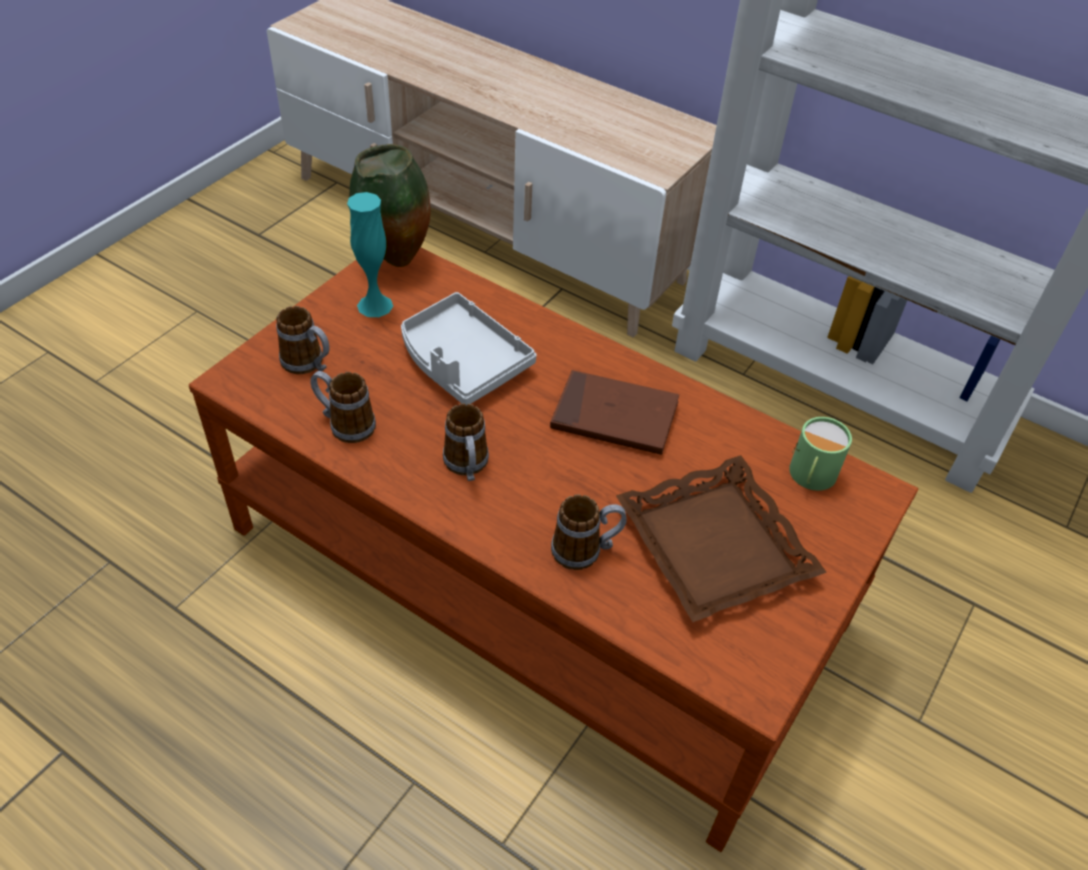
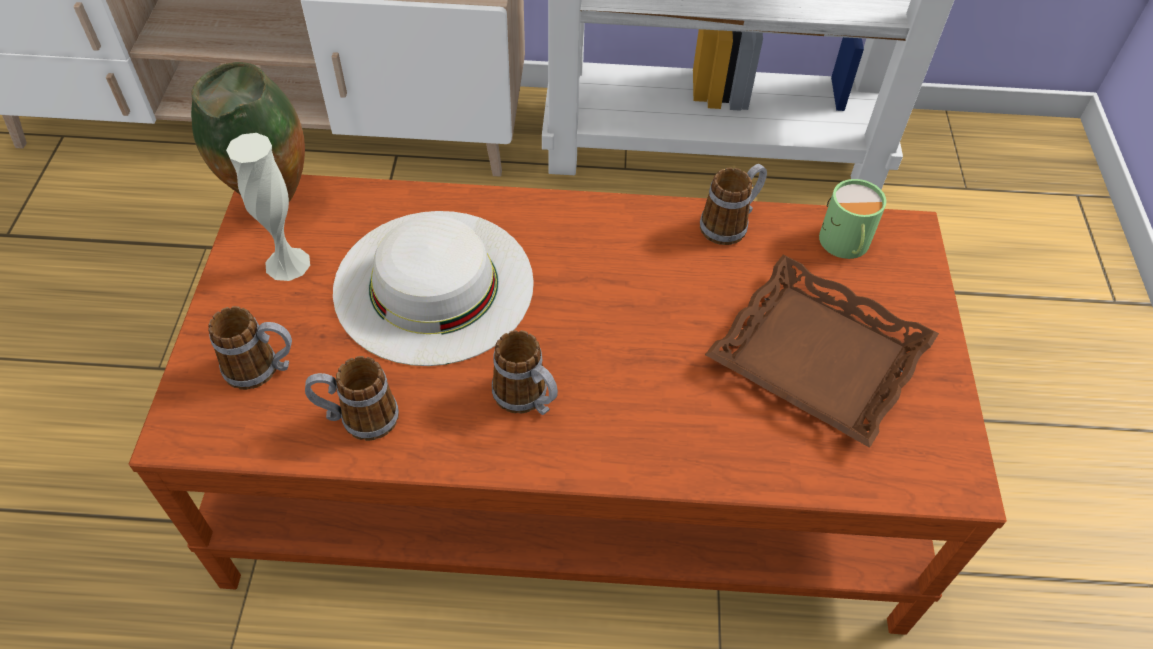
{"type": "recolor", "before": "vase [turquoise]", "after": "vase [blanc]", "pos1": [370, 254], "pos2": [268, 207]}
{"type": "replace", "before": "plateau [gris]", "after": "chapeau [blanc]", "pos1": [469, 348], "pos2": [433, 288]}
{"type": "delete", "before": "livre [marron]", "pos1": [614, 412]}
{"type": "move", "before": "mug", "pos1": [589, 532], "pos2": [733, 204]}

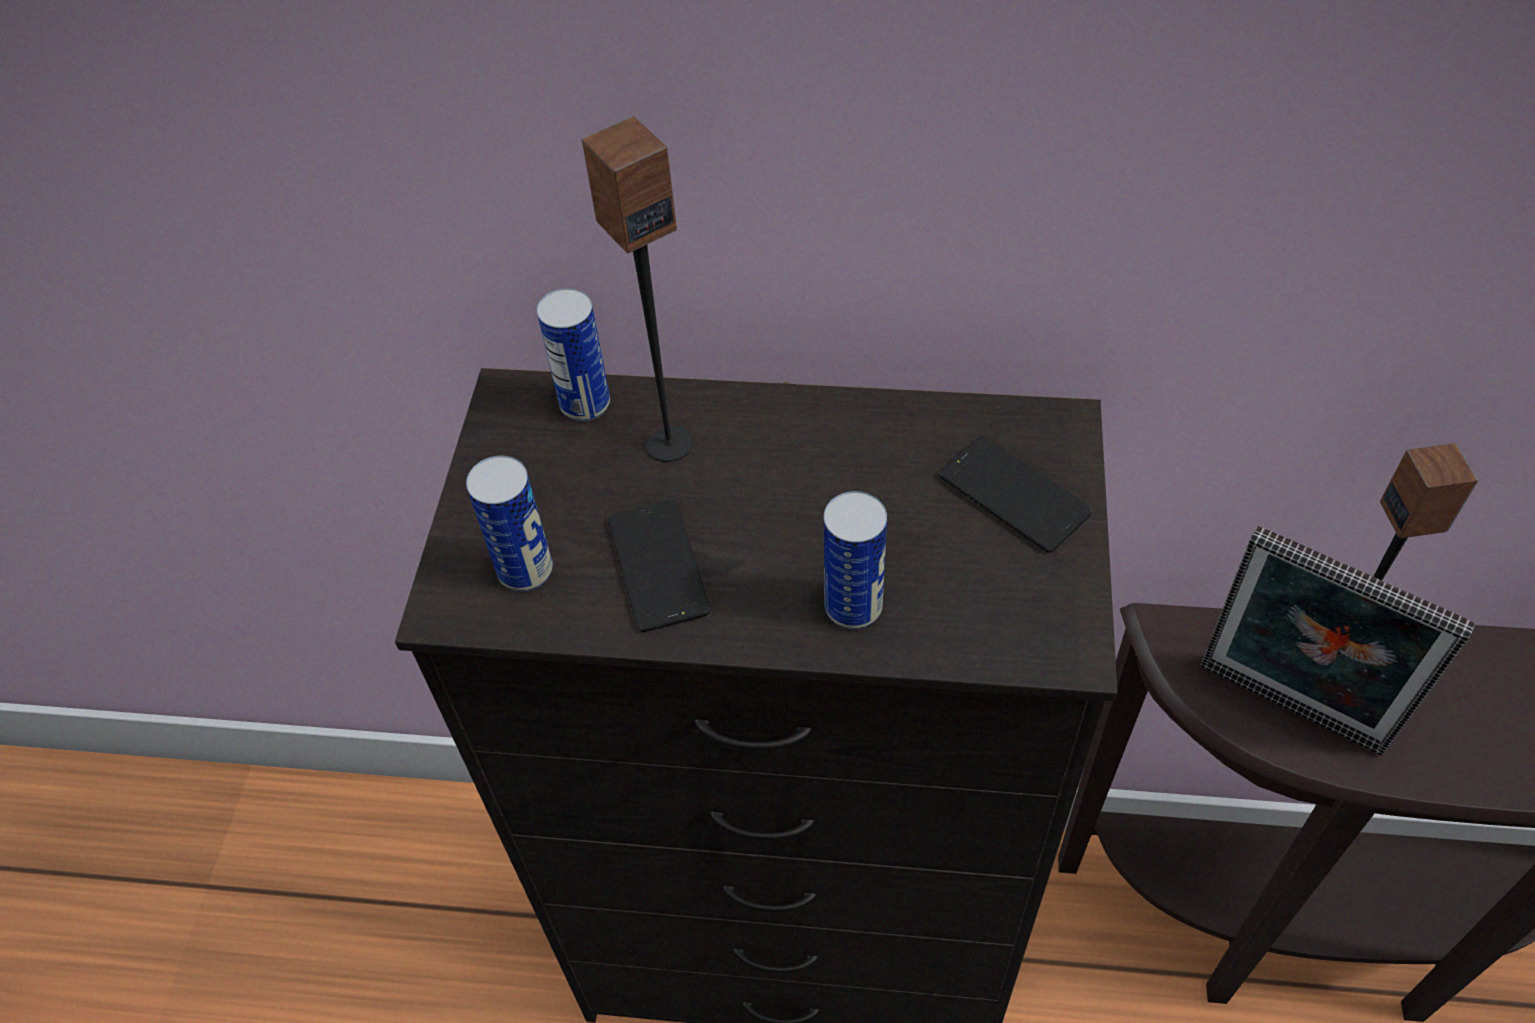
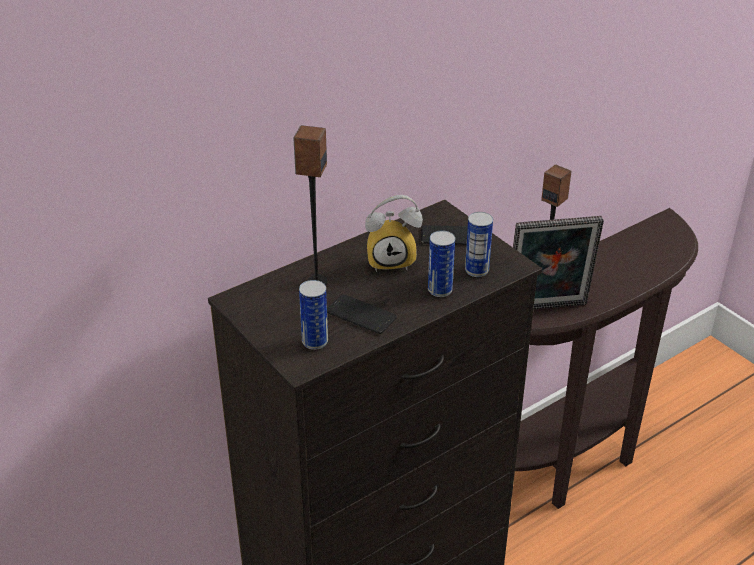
{"type": "move", "before": "boîte métallique", "pos1": [573, 354], "pos2": [479, 244]}
{"type": "insert", "after": "réveil", "pos2": [394, 233]}

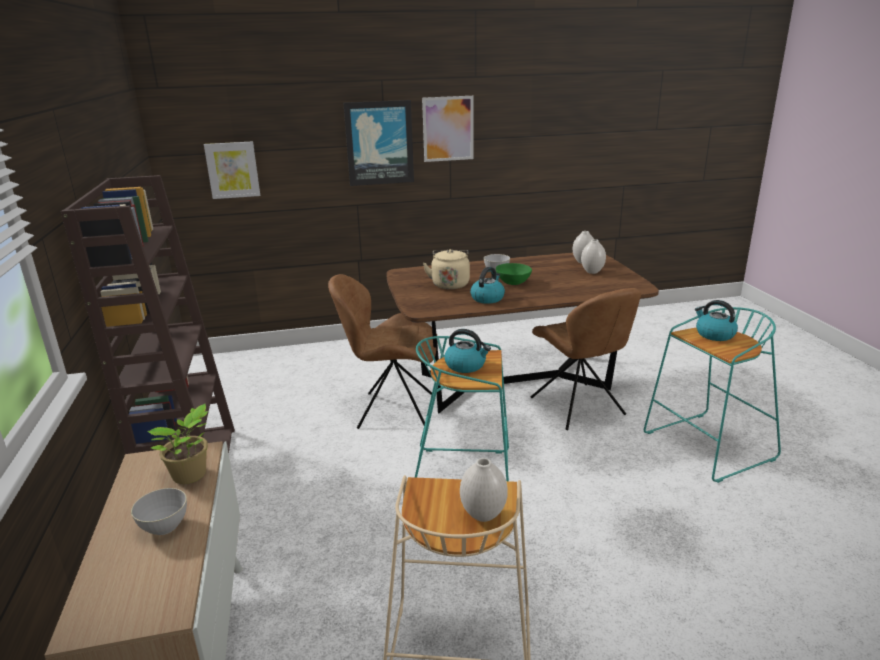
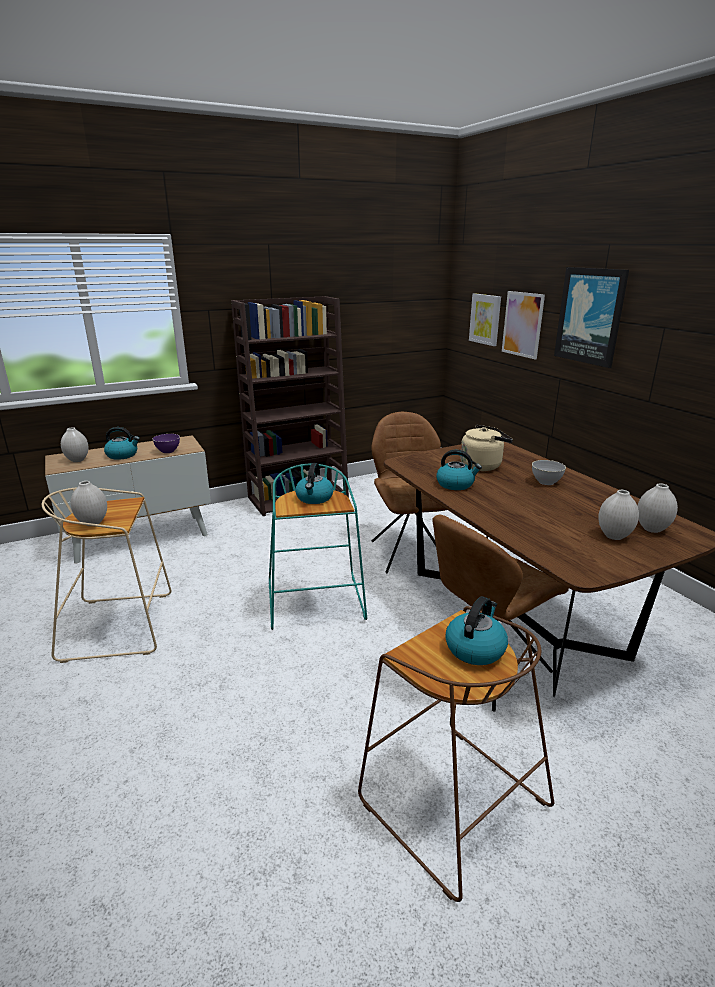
{"type": "move", "before": "tableau", "pos1": [447, 129], "pos2": [523, 325]}
{"type": "delete", "before": "bol [vert]", "pos1": [514, 274]}
{"type": "recolor", "before": "tabouret [turquoise]", "after": "tabouret [marron]", "pos1": [712, 395], "pos2": [456, 754]}
{"type": "replace", "before": "plante en pot", "after": "bol [violet]", "pos1": [178, 444], "pos2": [166, 443]}
{"type": "replace", "before": "bol [gris]", "after": "bouilloire", "pos1": [159, 511], "pos2": [122, 443]}
{"type": "insert", "after": "vase [blanc]", "pos2": [75, 444]}

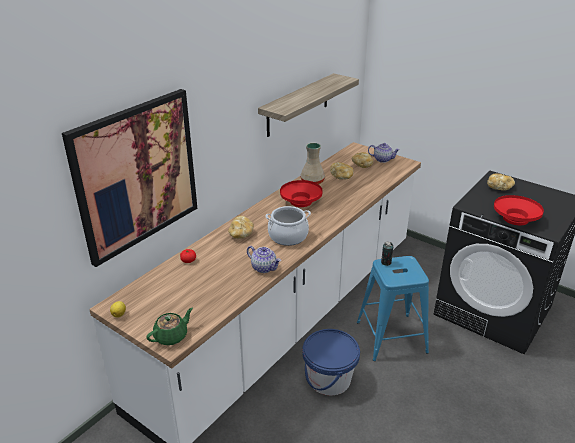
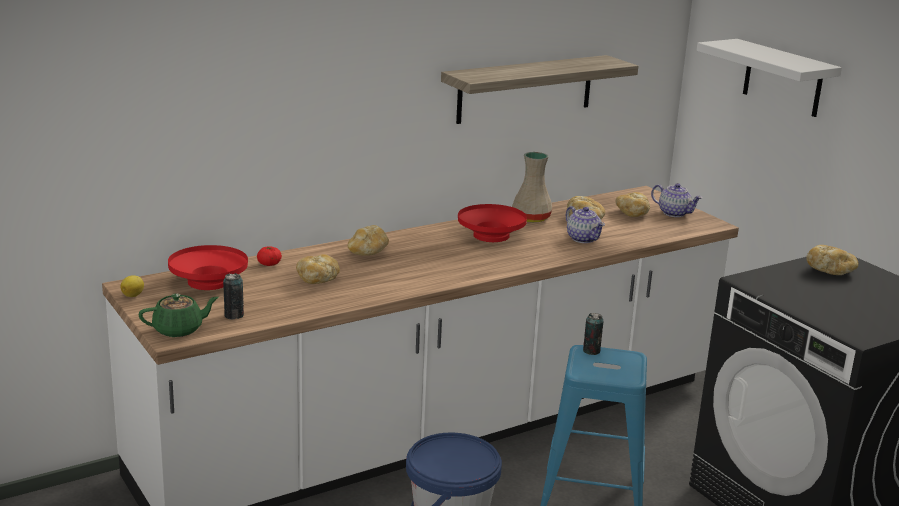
{"type": "delete", "before": "tableau", "pos1": [129, 178]}
{"type": "move", "before": "bol [rouge]", "pos1": [519, 210], "pos2": [208, 267]}
{"type": "delete", "before": "marmite", "pos1": [288, 226]}
{"type": "move", "before": "théière", "pos1": [264, 259], "pos2": [585, 224]}
{"type": "insert", "after": "étagère [blanc]", "pos2": [769, 78]}
{"type": "insert", "after": "pain", "pos2": [318, 269]}
{"type": "insert", "after": "boîte métallique", "pos2": [233, 296]}

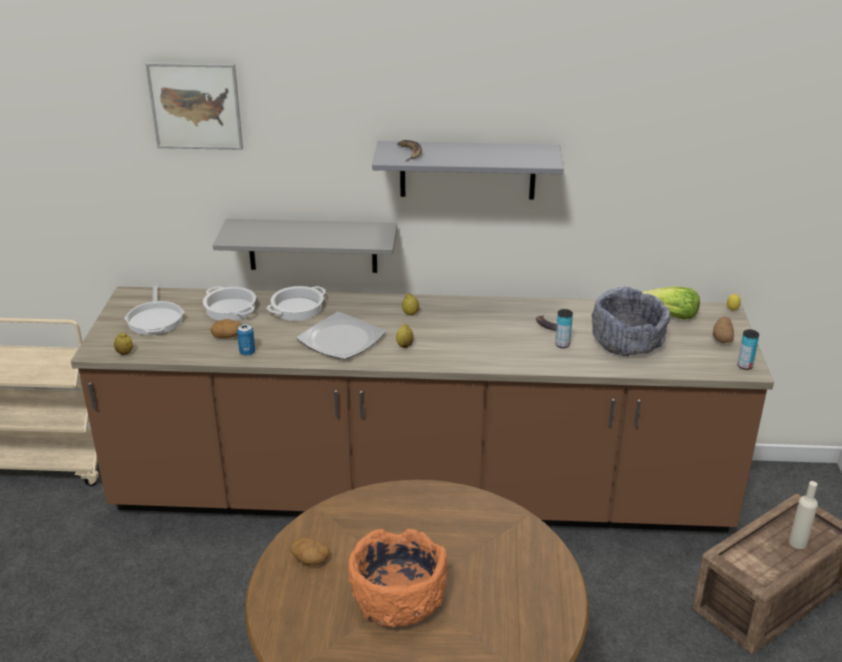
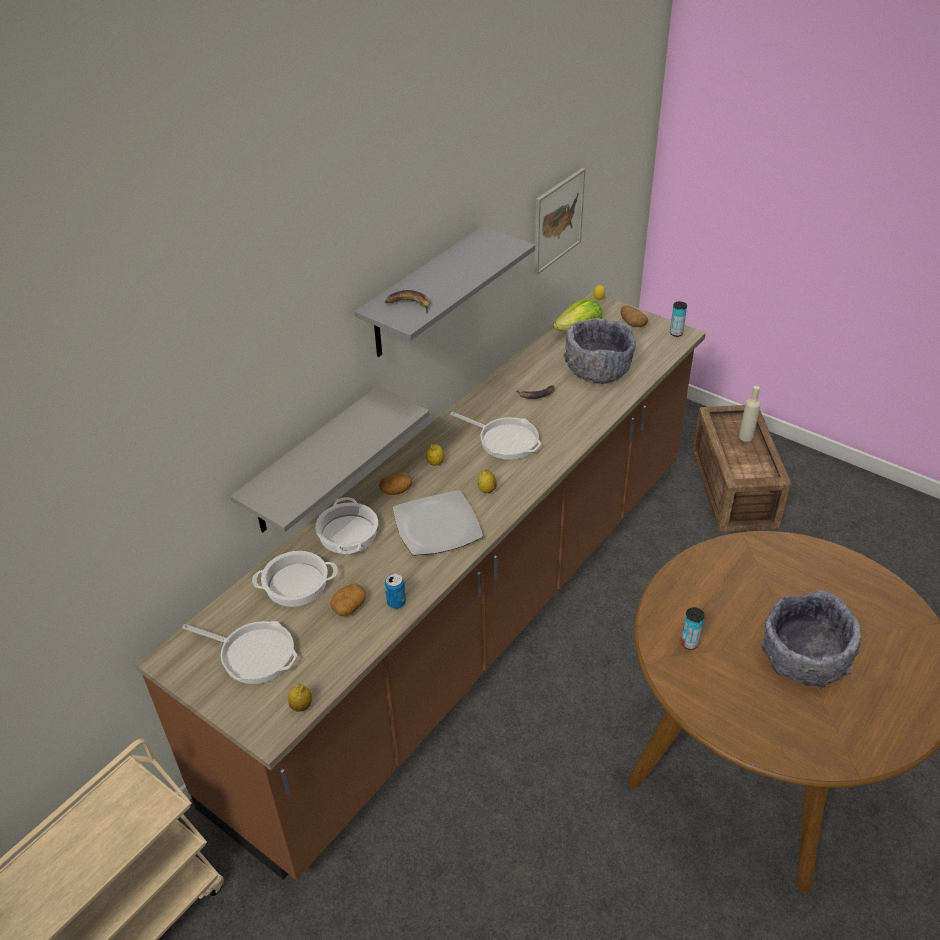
{"type": "move", "before": "tableau", "pos1": [194, 106], "pos2": [559, 221]}
{"type": "move", "before": "boîte métallique", "pos1": [564, 328], "pos2": [693, 628]}
{"type": "recolor", "before": "bol [orange]", "after": "bol [gris]", "pos1": [397, 578], "pos2": [810, 640]}
{"type": "move", "before": "pomme de terre", "pos1": [310, 551], "pos2": [395, 483]}
{"type": "insert", "after": "poêle", "pos2": [495, 436]}

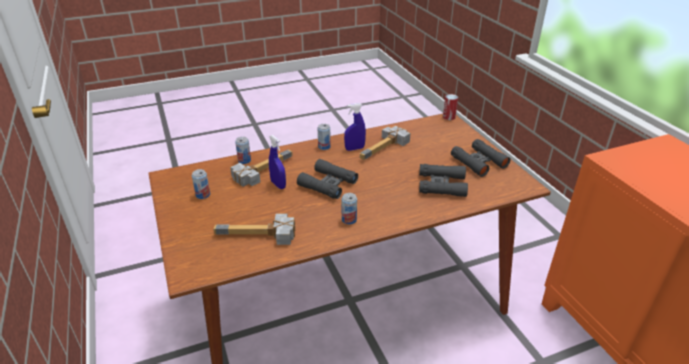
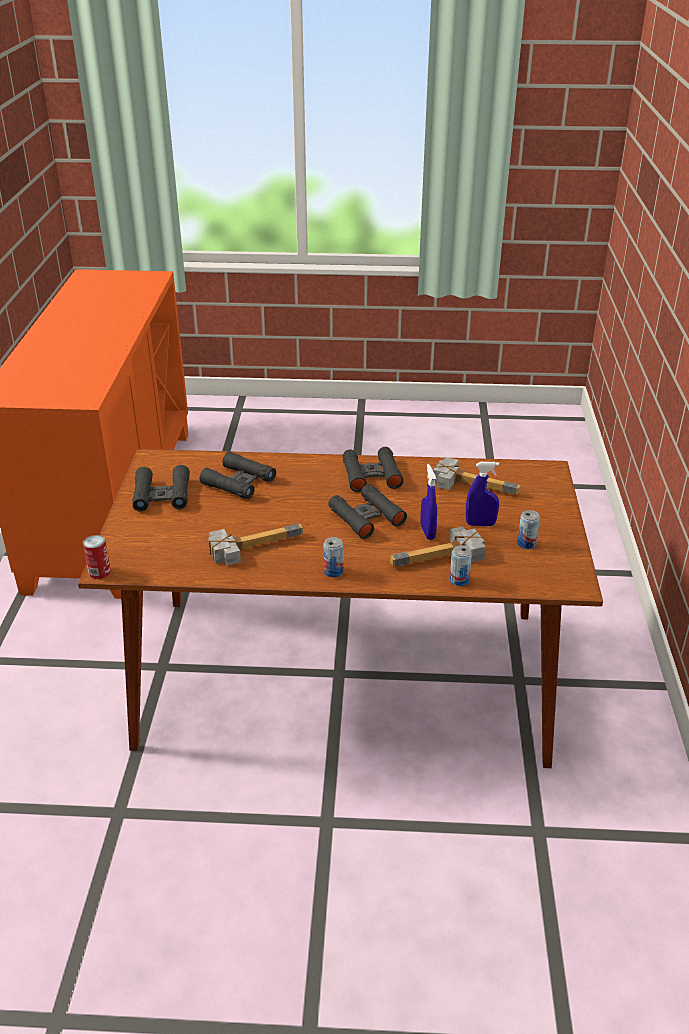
{"type": "move", "before": "vaporisateur [bleu]", "pos1": [355, 127], "pos2": [482, 494]}
{"type": "replace", "before": "boîte métallique", "after": "jumelles [noir]", "pos1": [349, 208], "pos2": [373, 469]}

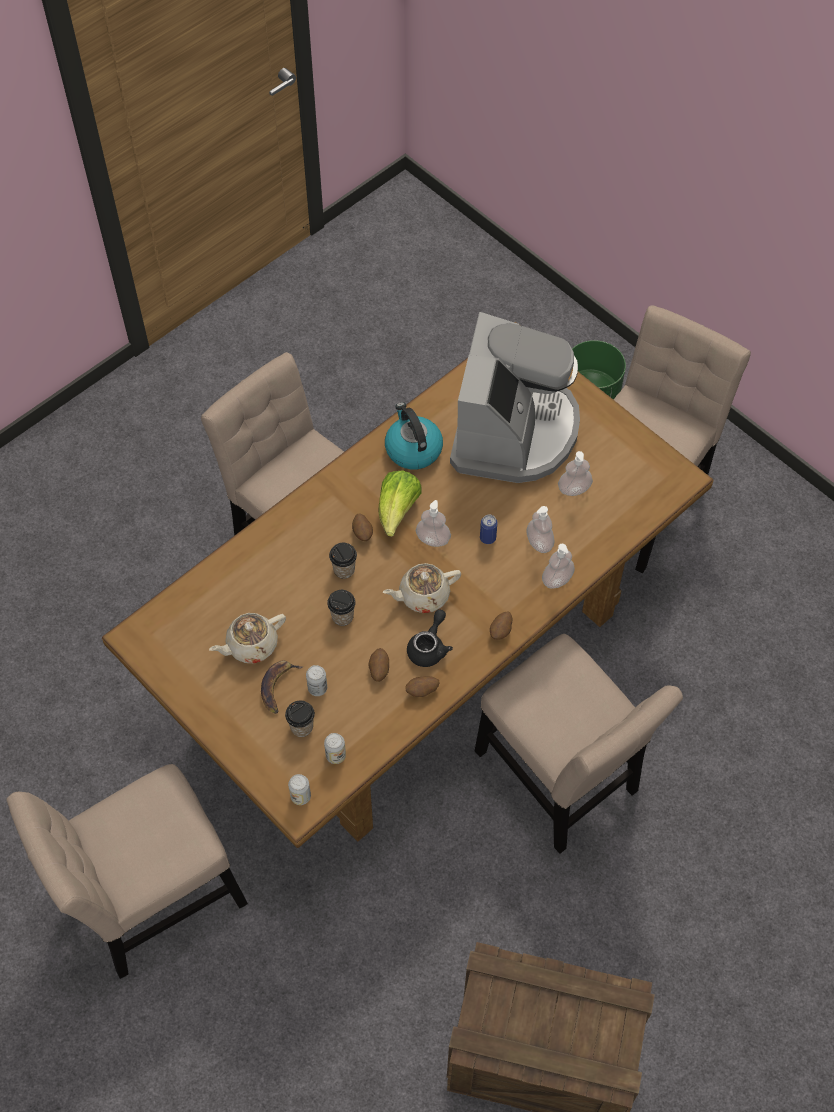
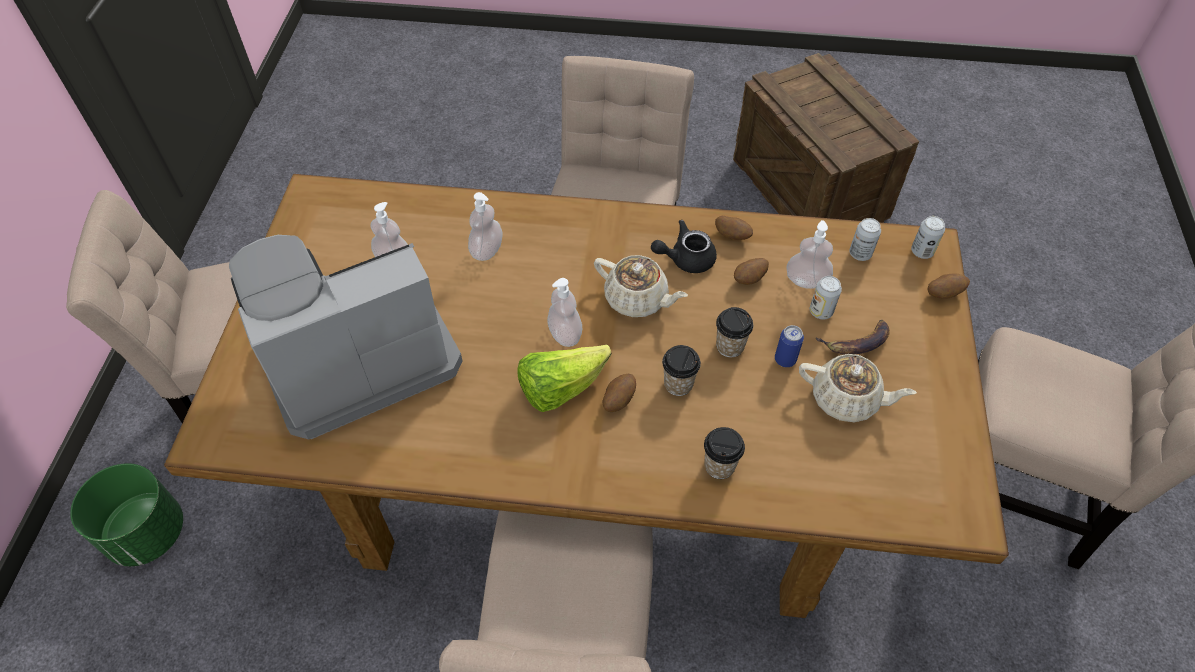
{"type": "delete", "before": "bouilloire", "pos1": [414, 436]}
{"type": "move", "before": "boîte métallique", "pos1": [488, 529], "pos2": [789, 346]}
{"type": "move", "before": "distributeur de savon", "pos1": [558, 566], "pos2": [809, 254]}
{"type": "move", "before": "pomme de terre", "pos1": [501, 626], "pos2": [948, 286]}
{"type": "move", "before": "tasse", "pos1": [300, 718], "pos2": [724, 453]}

